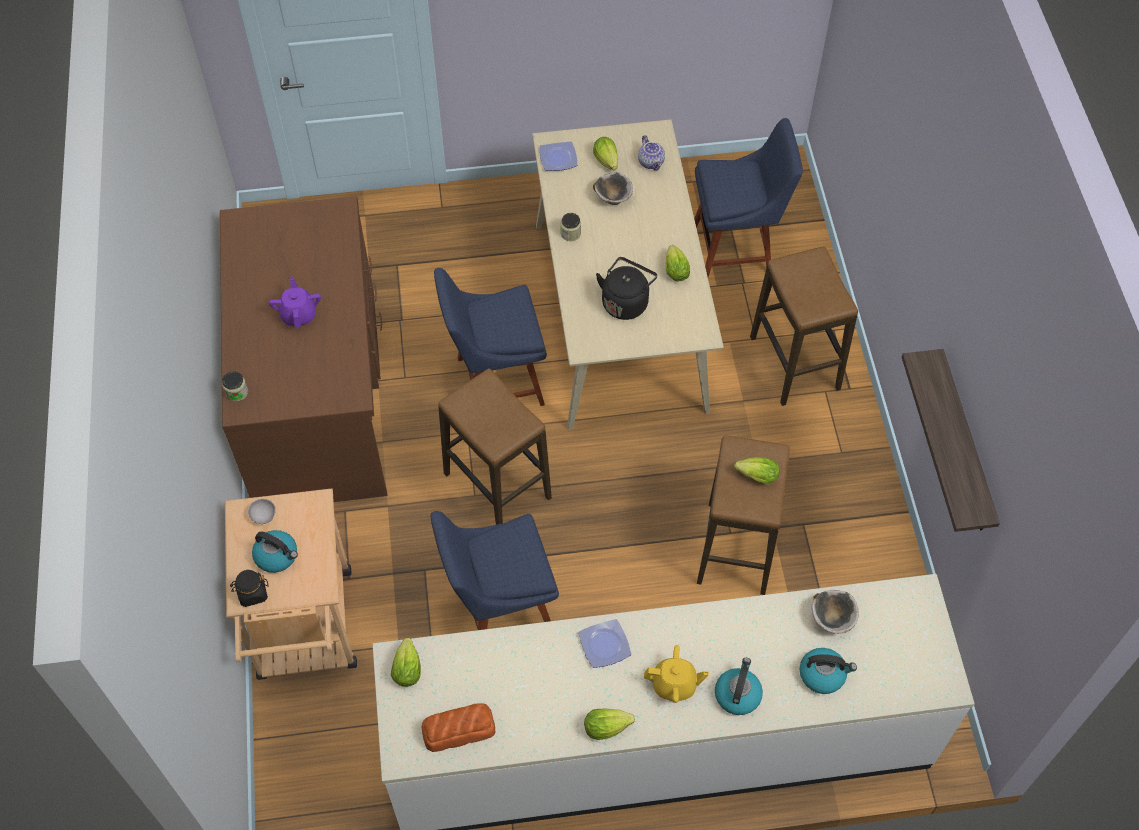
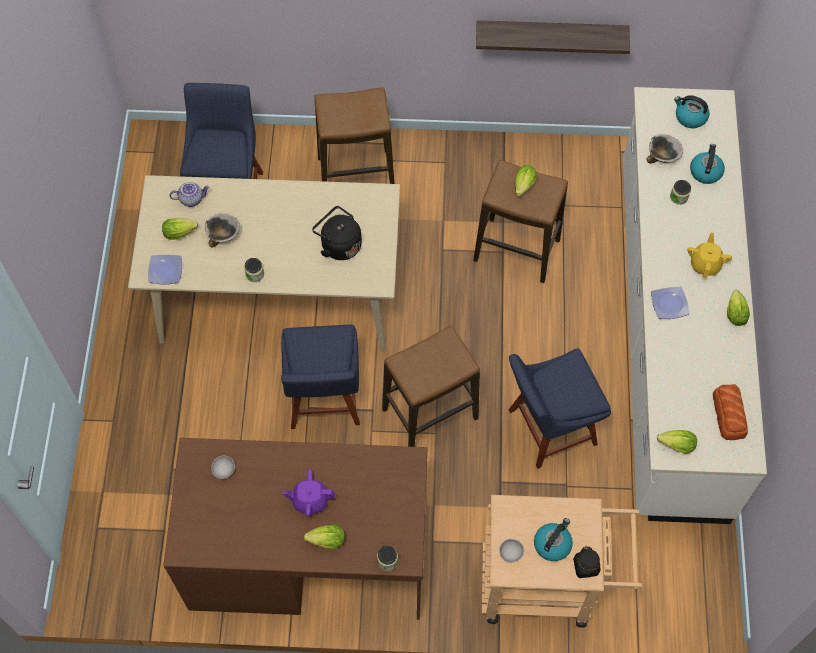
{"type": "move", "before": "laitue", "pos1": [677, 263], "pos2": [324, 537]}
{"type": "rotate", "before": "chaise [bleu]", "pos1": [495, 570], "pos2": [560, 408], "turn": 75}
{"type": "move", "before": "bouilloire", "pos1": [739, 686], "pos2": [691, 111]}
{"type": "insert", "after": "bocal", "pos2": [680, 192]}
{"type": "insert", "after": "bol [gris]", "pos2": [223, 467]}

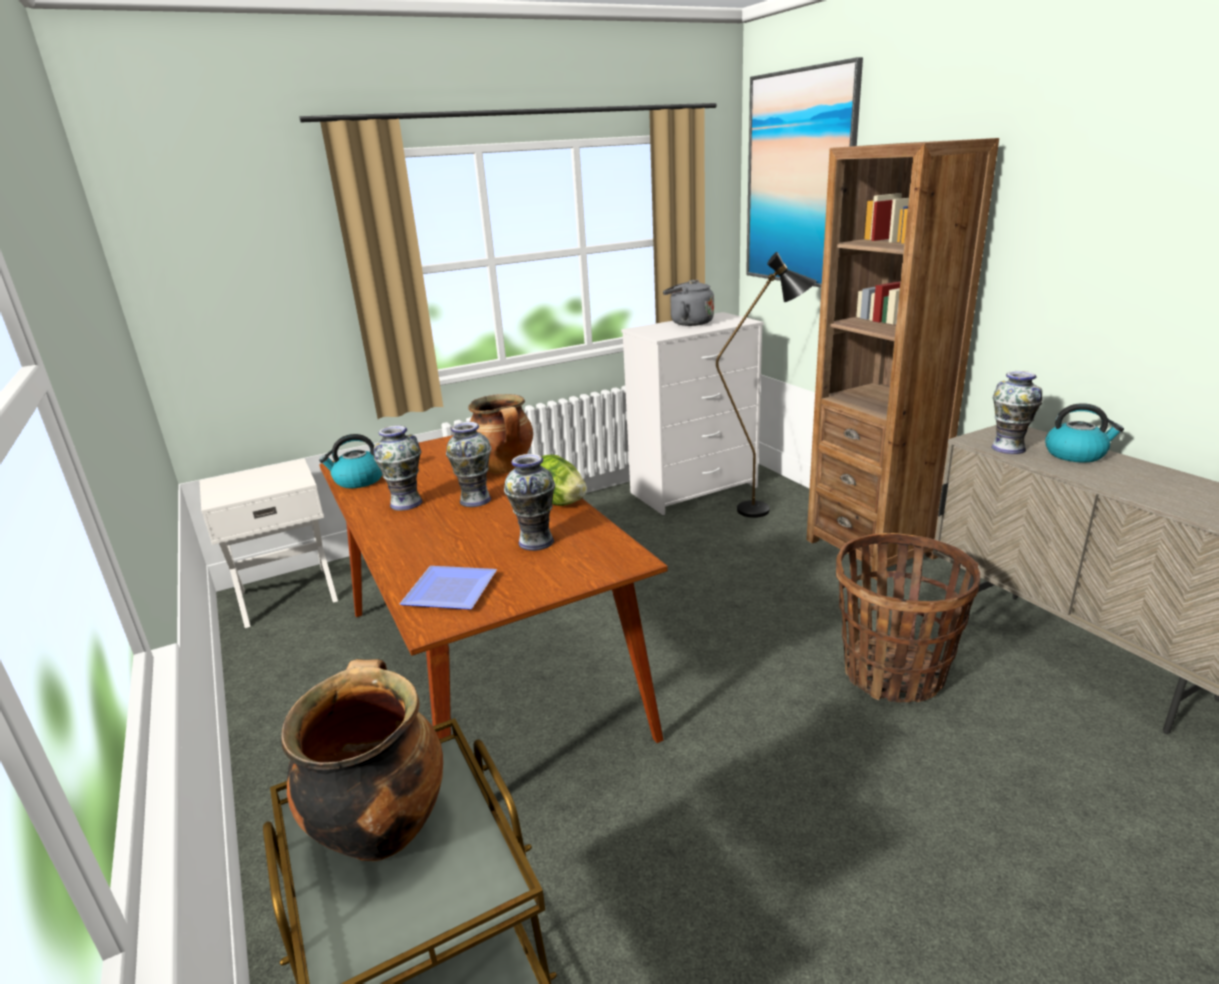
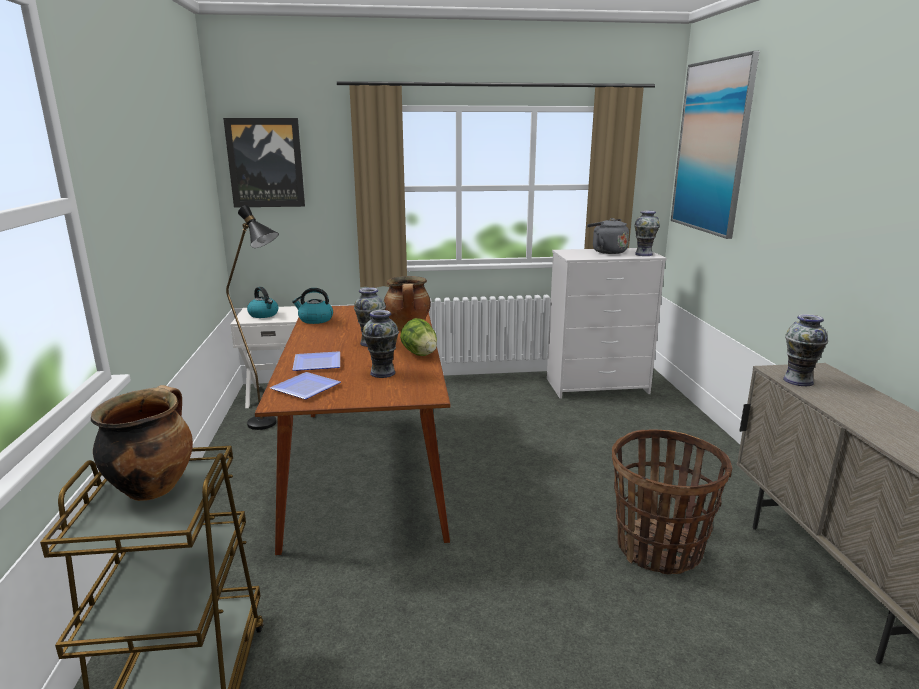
{"type": "delete", "before": "bibliothèque [marron]", "pos1": [903, 359]}
{"type": "move", "before": "lampadaire [noir]", "pos1": [766, 385], "pos2": [252, 317]}
{"type": "move", "before": "bouilloire", "pos1": [1084, 433], "pos2": [263, 302]}
{"type": "move", "before": "vase", "pos1": [397, 468], "pos2": [647, 233]}
{"type": "insert", "after": "tableau", "pos2": [264, 162]}
{"type": "insert", "after": "assiette", "pos2": [316, 361]}

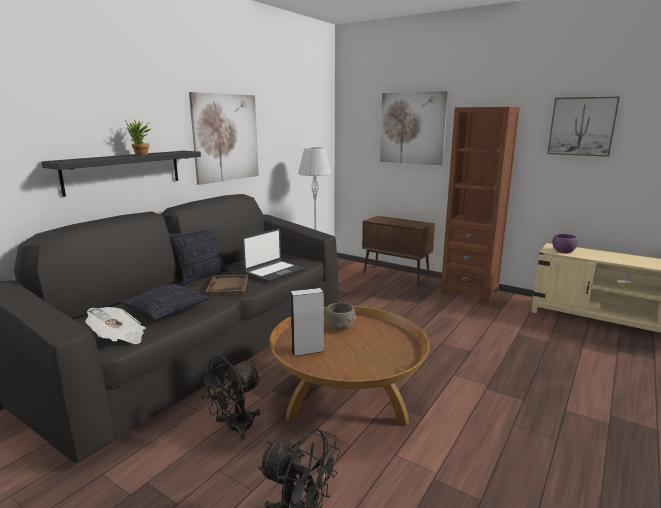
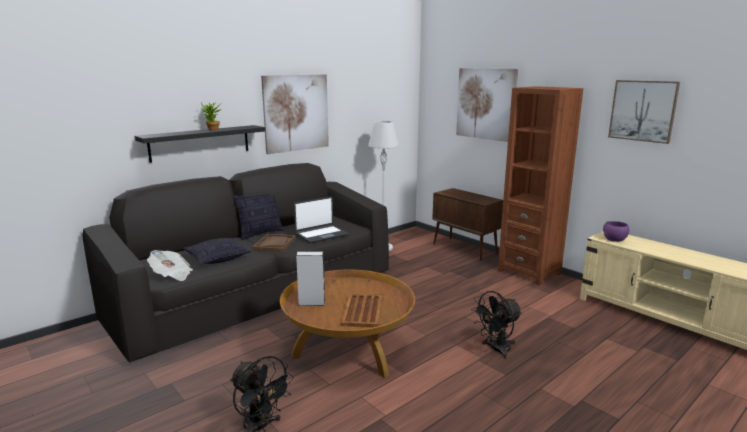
{"type": "delete", "before": "bol [gris]", "pos1": [340, 317]}
{"type": "move", "before": "ventilateur [noir]", "pos1": [229, 398], "pos2": [496, 325]}
{"type": "insert", "after": "plateau [marron]", "pos2": [362, 310]}

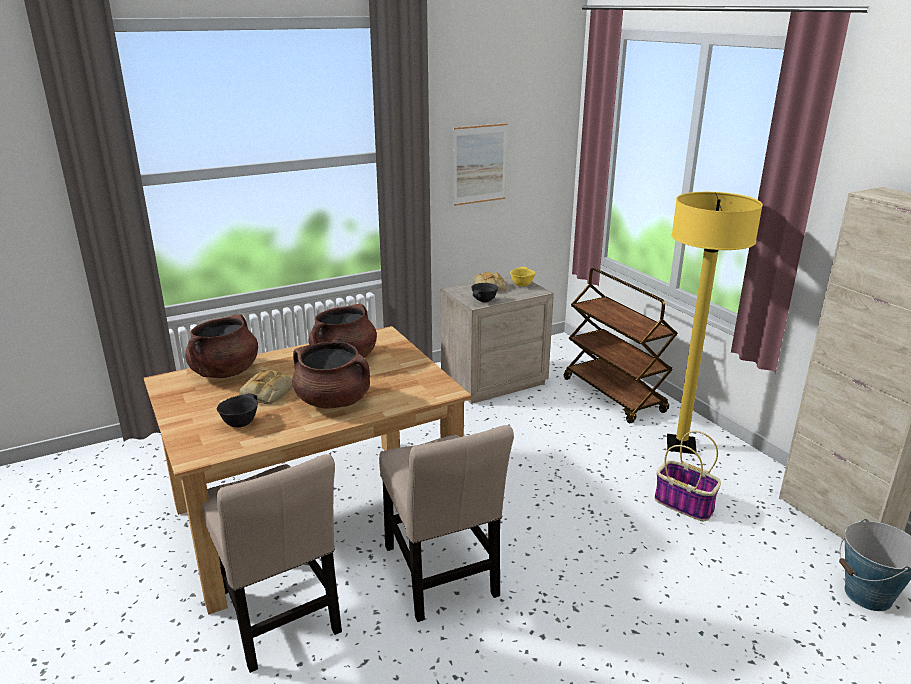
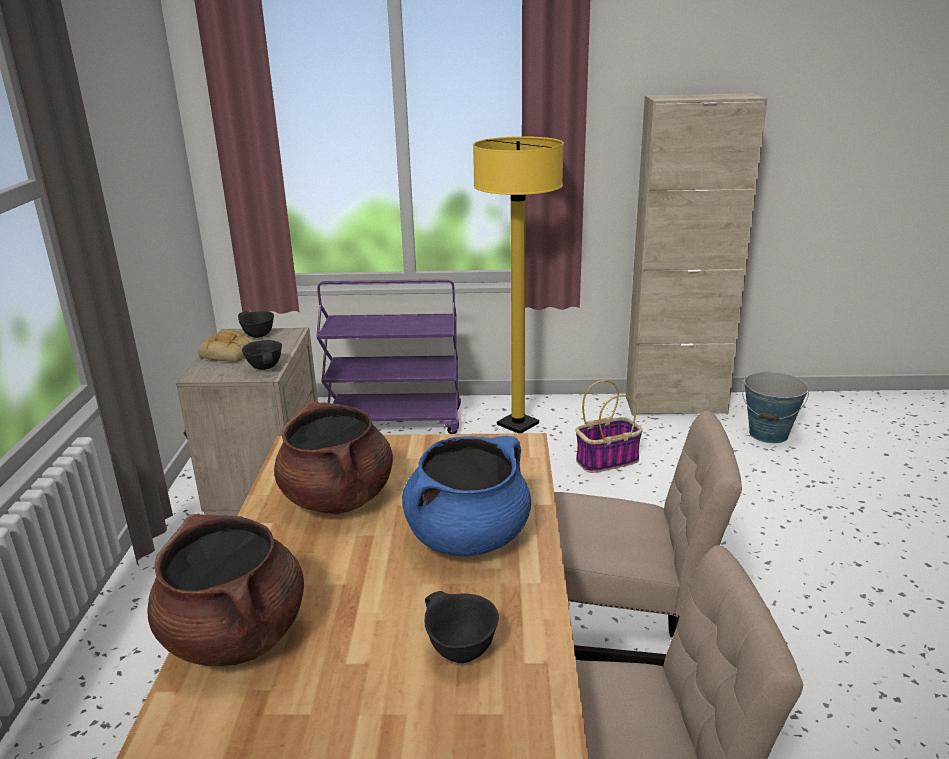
{"type": "delete", "before": "tableau", "pos1": [480, 164]}
{"type": "recolor", "before": "bol [jaune]", "after": "bol [noir]", "pos1": [522, 276], "pos2": [256, 324]}
{"type": "recolor", "before": "chariot [marron]", "after": "chariot [violet]", "pos1": [621, 345], "pos2": [388, 356]}
{"type": "recolor", "before": "marmite [marron]", "after": "marmite [bleu]", "pos1": [331, 375], "pos2": [466, 496]}
{"type": "delete", "before": "pain", "pos1": [266, 387]}

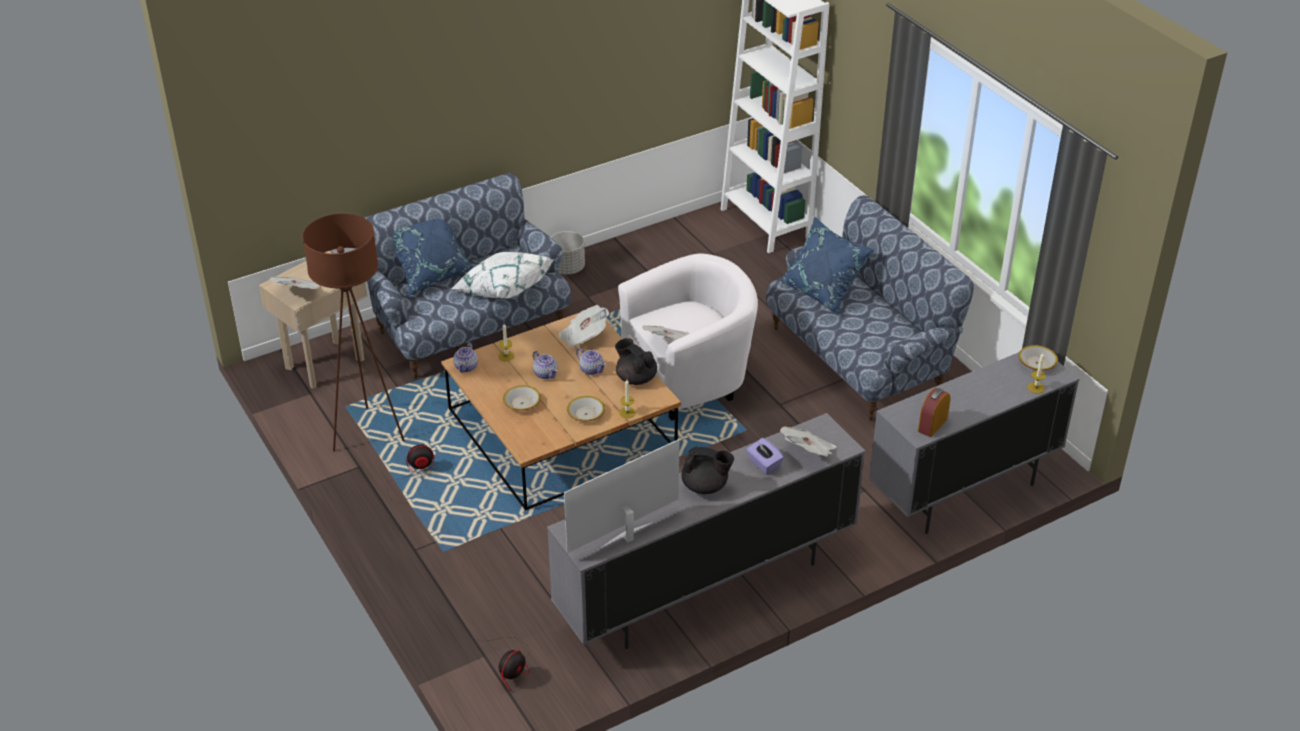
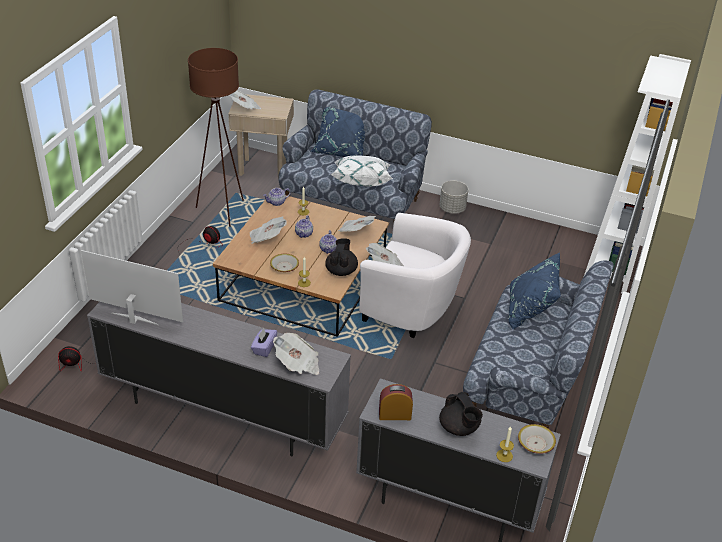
{"type": "replace", "before": "bol", "after": "journal", "pos1": [522, 398], "pos2": [268, 230]}
{"type": "move", "before": "théière [noir]", "pos1": [707, 470], "pos2": [461, 414]}

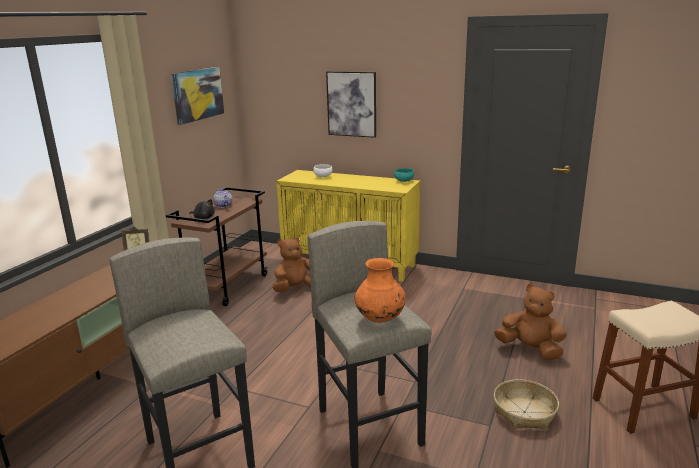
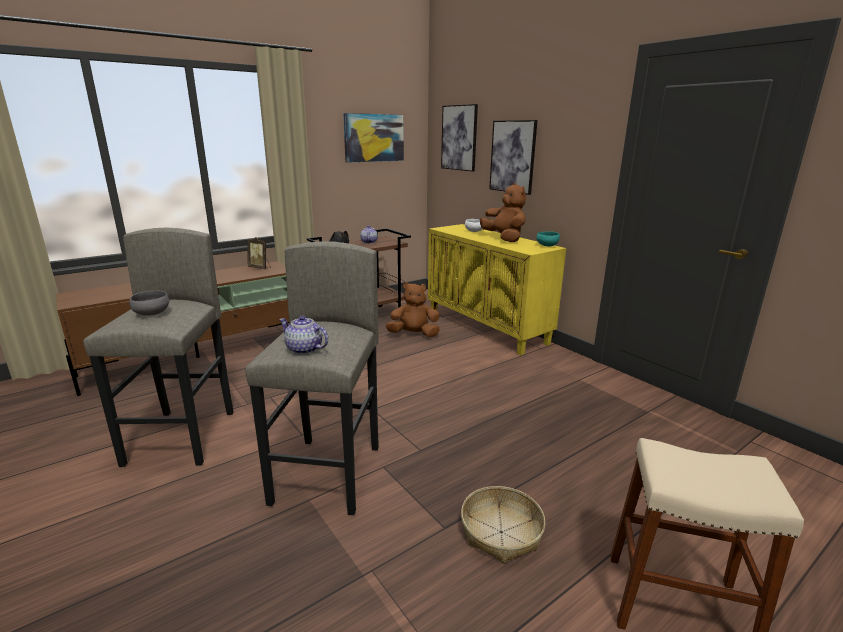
{"type": "replace", "before": "vase [orange]", "after": "théière", "pos1": [380, 290], "pos2": [304, 335]}
{"type": "move", "before": "peluche [marron]", "pos1": [530, 322], "pos2": [503, 212]}
{"type": "insert", "after": "tableau", "pos2": [459, 138]}
{"type": "insert", "after": "bol [gris]", "pos2": [149, 303]}

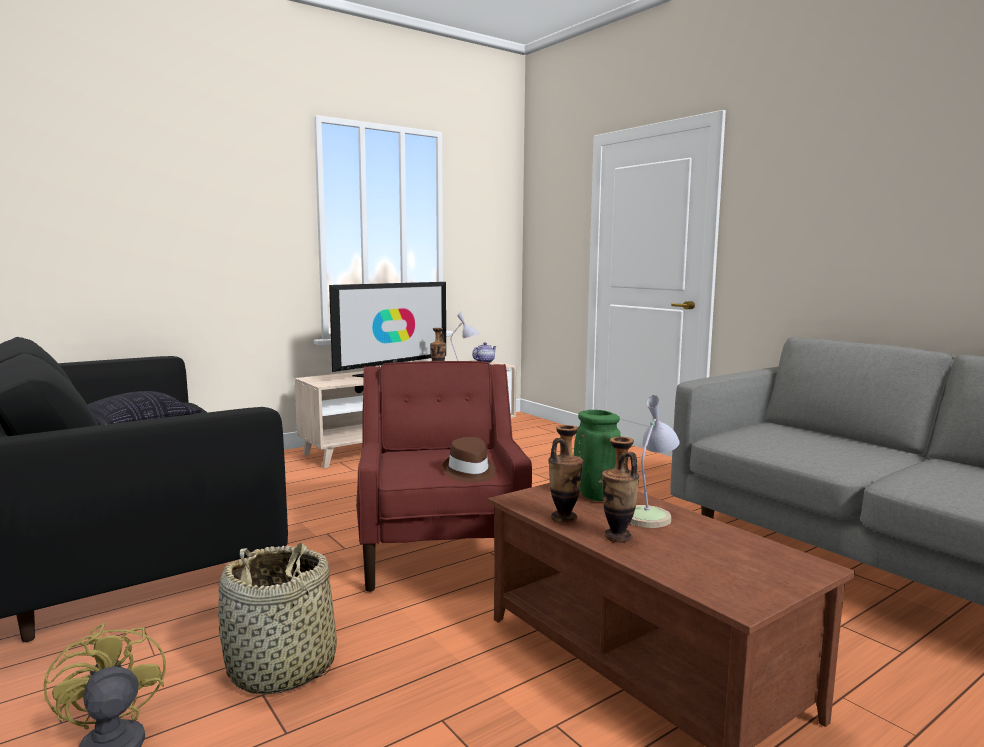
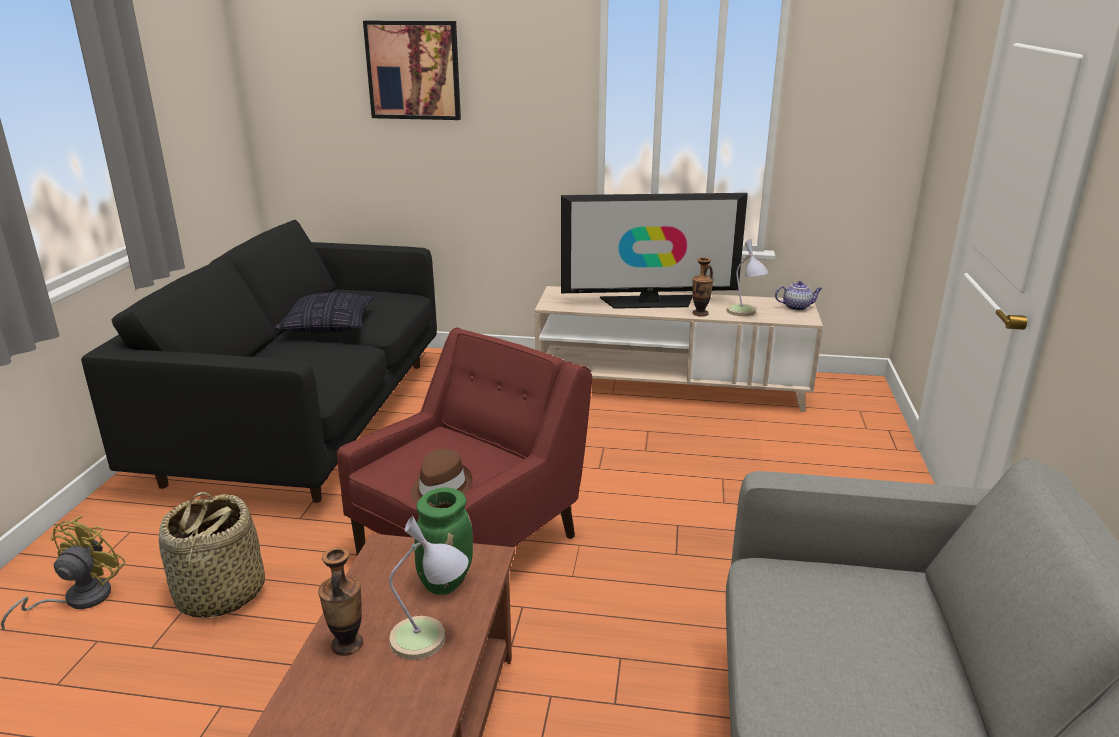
{"type": "delete", "before": "vase", "pos1": [565, 474]}
{"type": "insert", "after": "tableau", "pos2": [412, 70]}

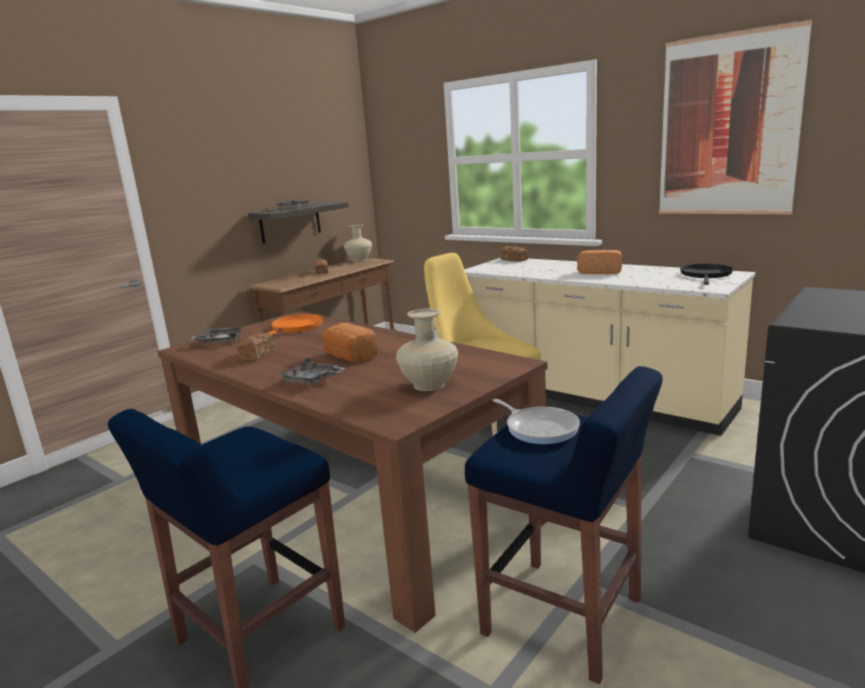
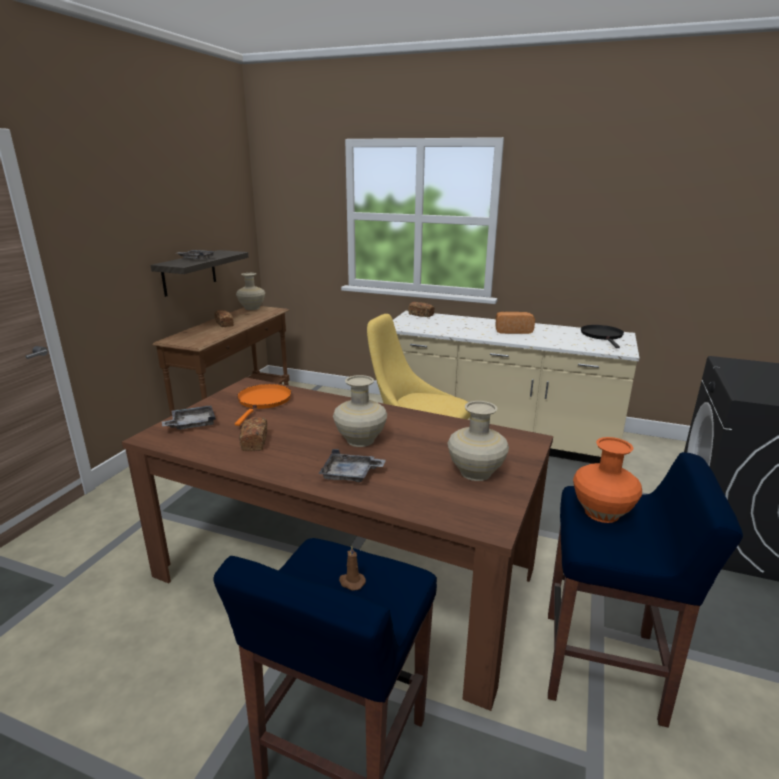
{"type": "delete", "before": "tableau", "pos1": [735, 117]}
{"type": "replace", "before": "pain", "after": "vase [beige]", "pos1": [350, 342], "pos2": [360, 411]}
{"type": "replace", "before": "poêle", "after": "vase [orange]", "pos1": [536, 421], "pos2": [607, 480]}
{"type": "insert", "after": "bougie [marron]", "pos2": [352, 568]}

